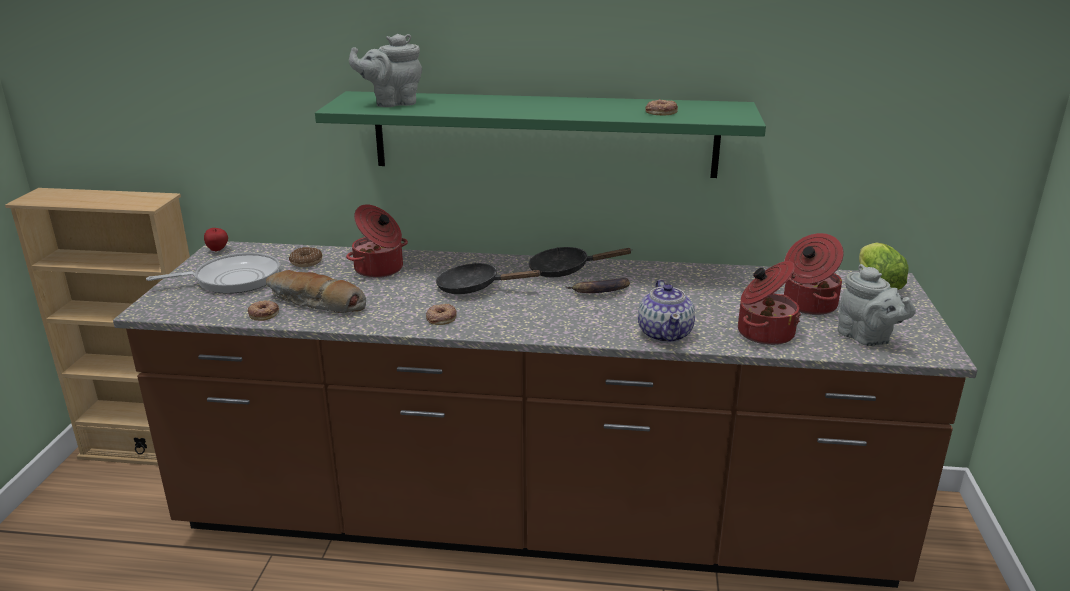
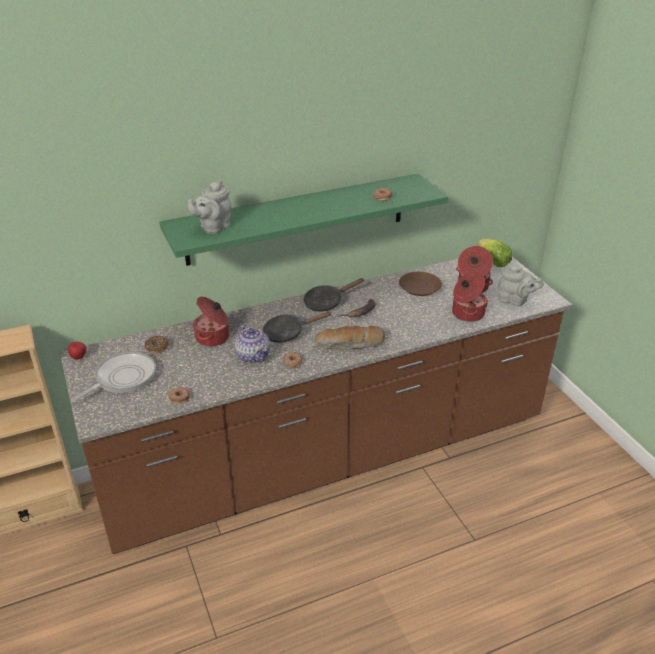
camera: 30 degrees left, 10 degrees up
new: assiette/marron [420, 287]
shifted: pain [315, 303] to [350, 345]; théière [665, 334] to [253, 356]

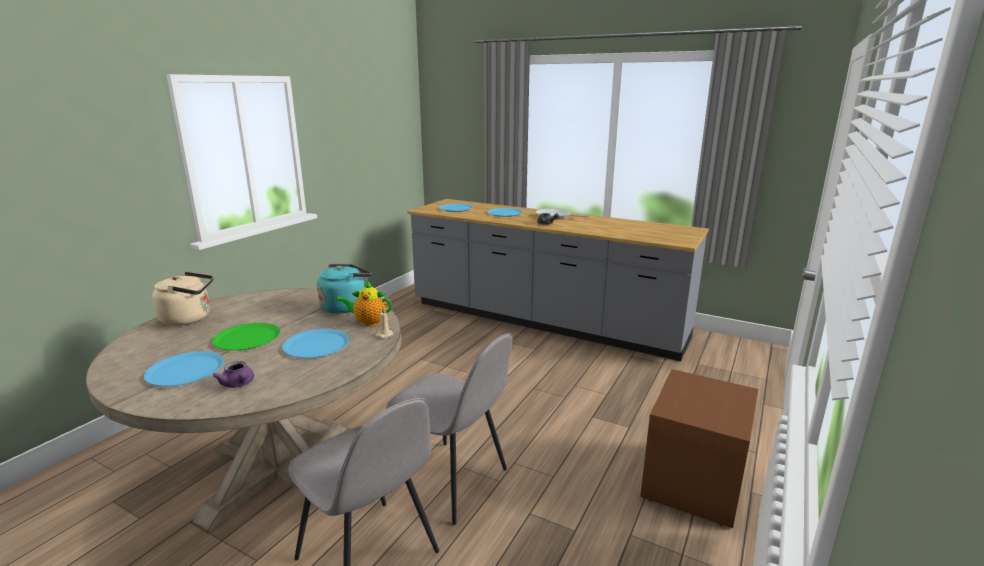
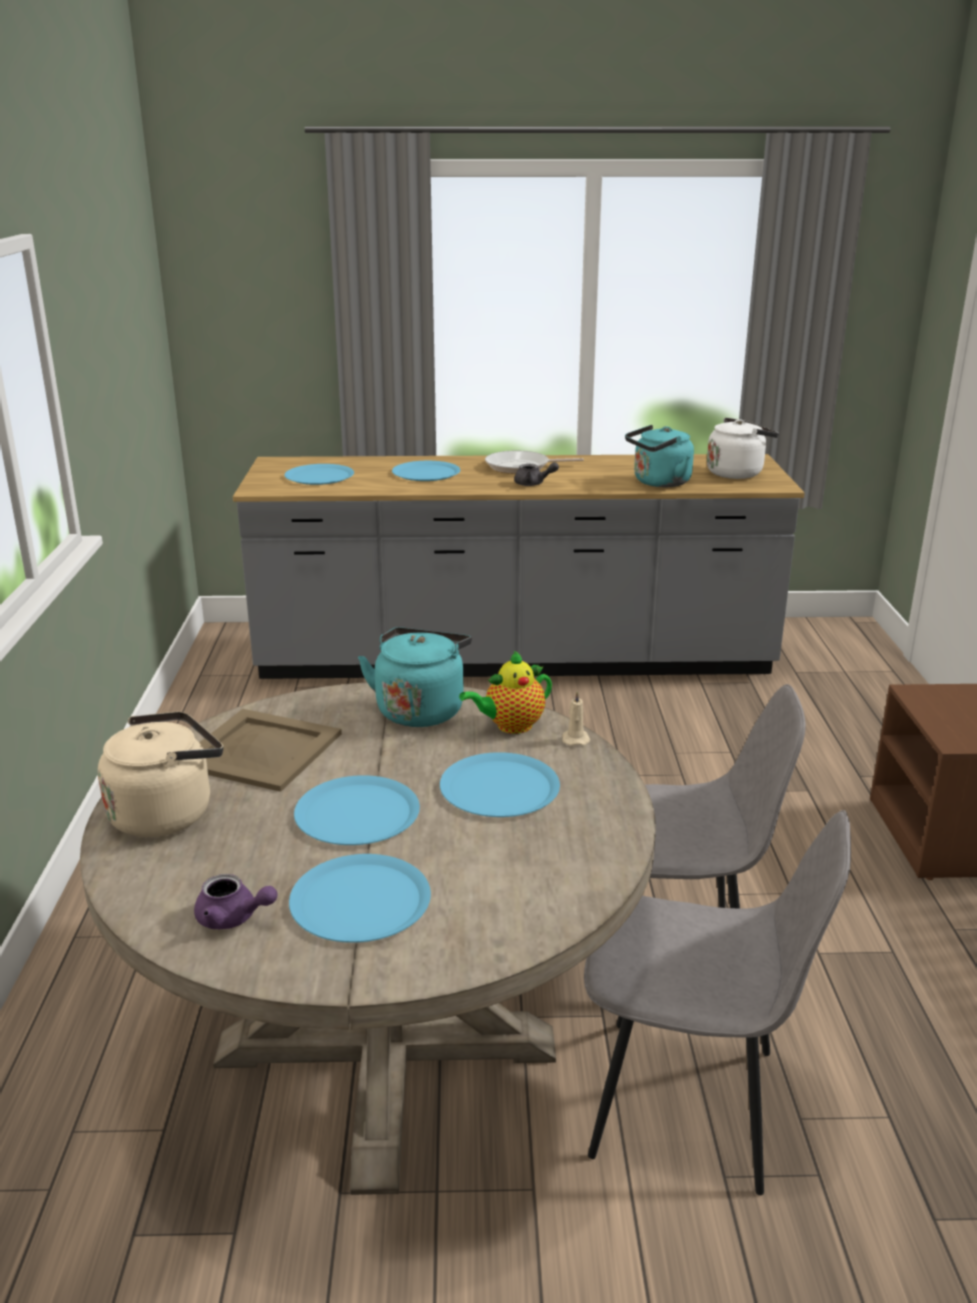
camera: 30 degrees left, 5 degrees up
new: plateau/beige [261, 751]; bouilloire/turquoise [659, 483]; bouilloire/blanc [737, 473]
shifted: théière/violet [238, 384] to [233, 918]
repainted: assiette/vert [247, 338] to assiette/bleu [357, 813]

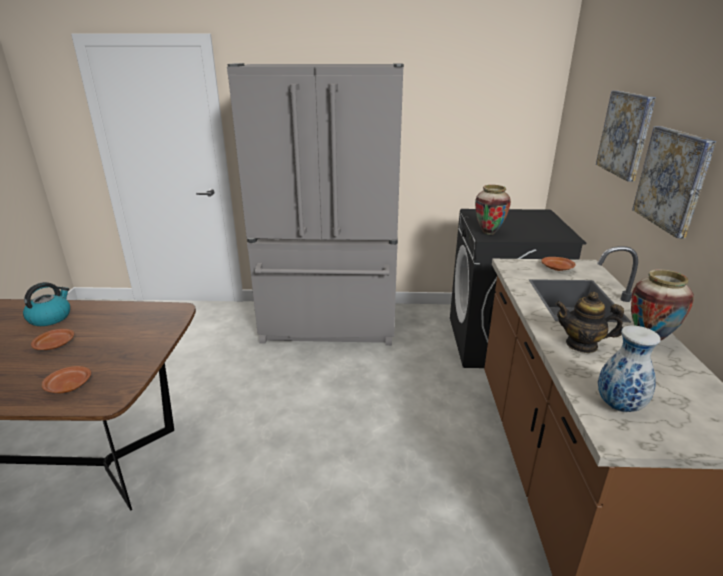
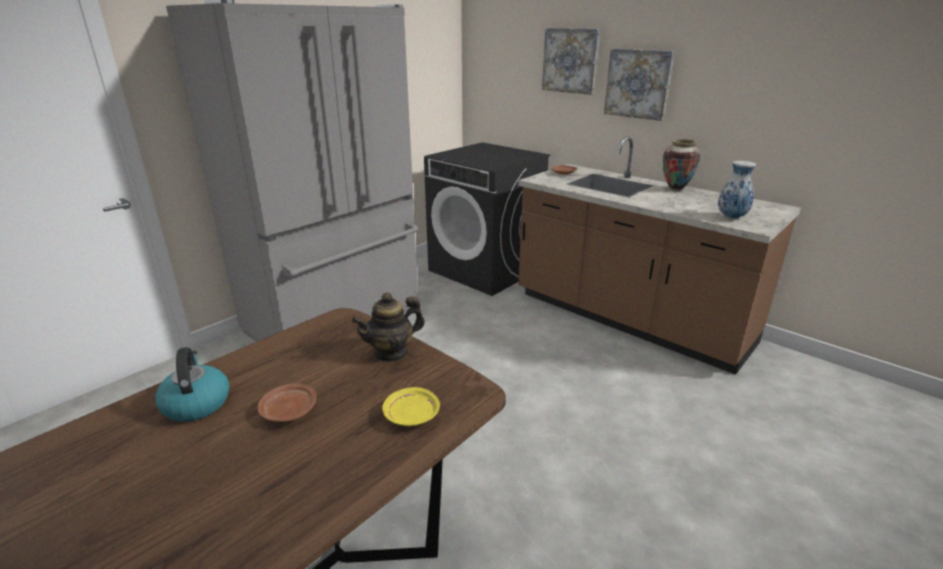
camera: 50 degrees left, 0 degrees up
gone: vase [489, 233]
shifted: théière [582, 345] to [391, 352]
repainted: assiette/marron [68, 386] to assiette/jaune [411, 415]

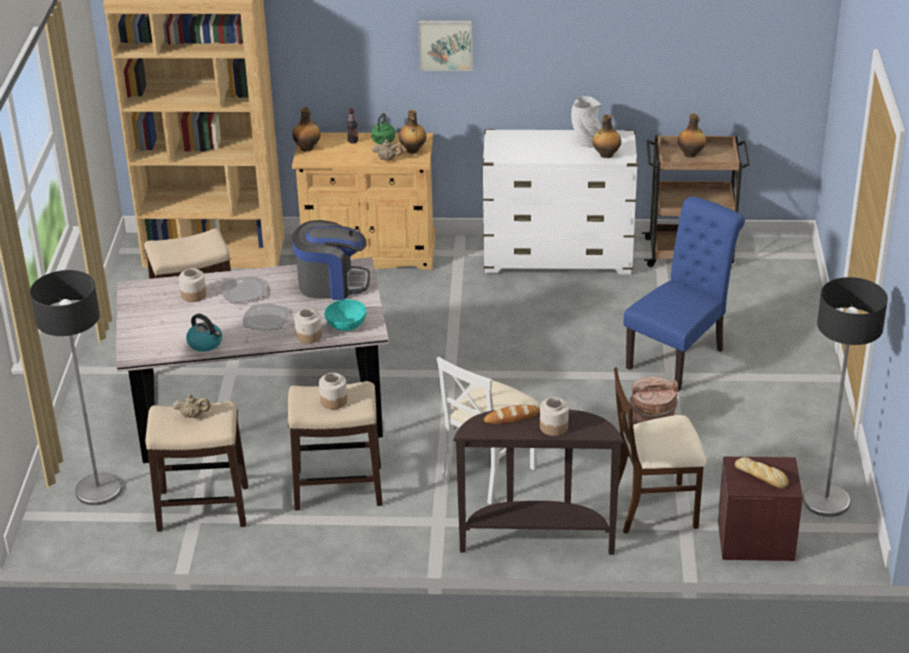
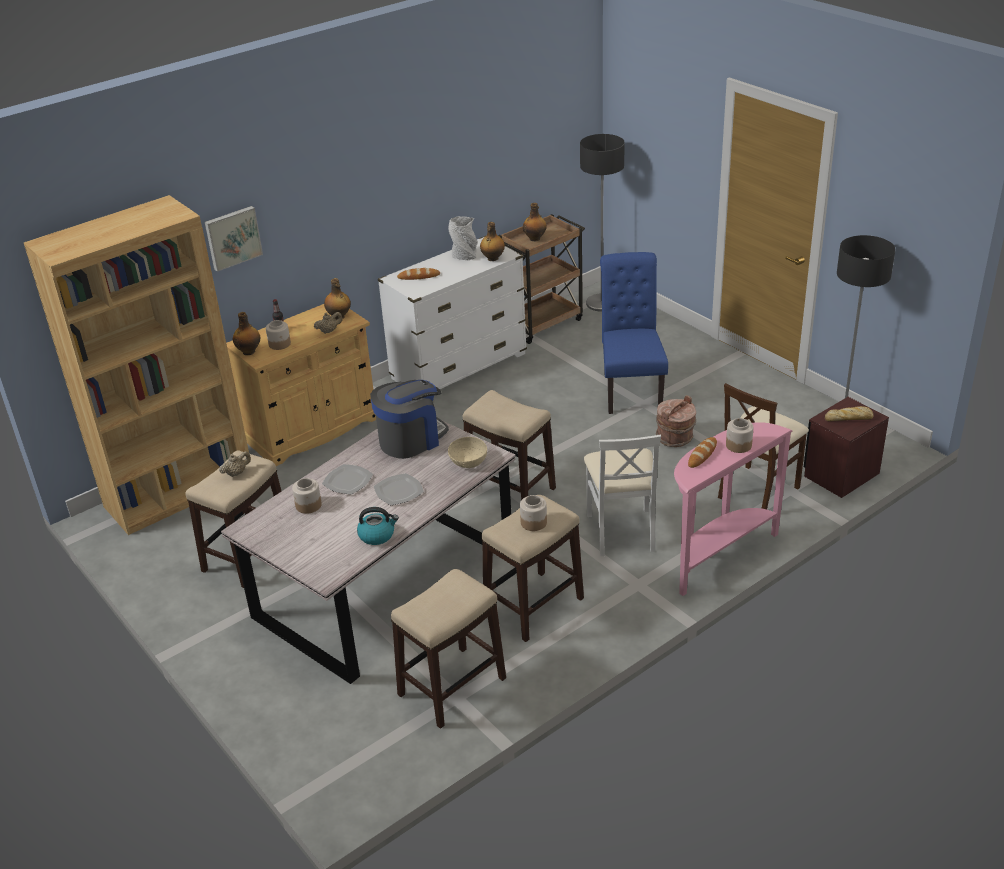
camera: 40 degrees left, 0 degrees up
gone: bouilloire/vert [382, 141]
new: pain [419, 276]; tabouret [511, 490]
shifted: lampadaire [98, 490] to [601, 303]; théière/beige [193, 415] to [236, 473]; bocal [309, 336] to [280, 344]; tableau [446, 44] to [232, 237]
repainted: bol/turquoise [346, 324] to bol/beige [468, 461]; table console/marron [536, 539] to table console/rose [718, 555]

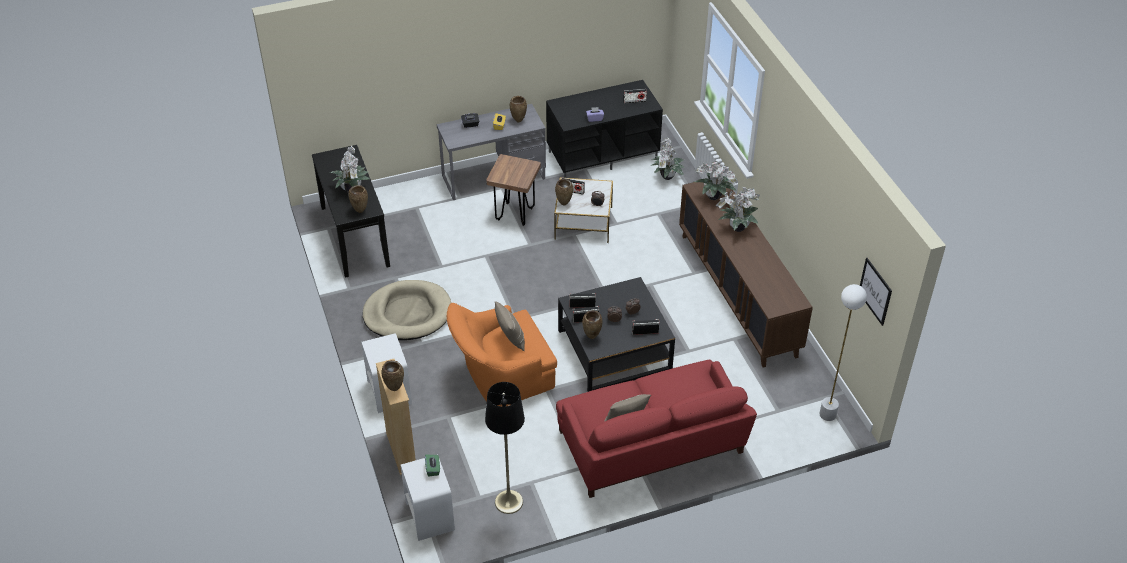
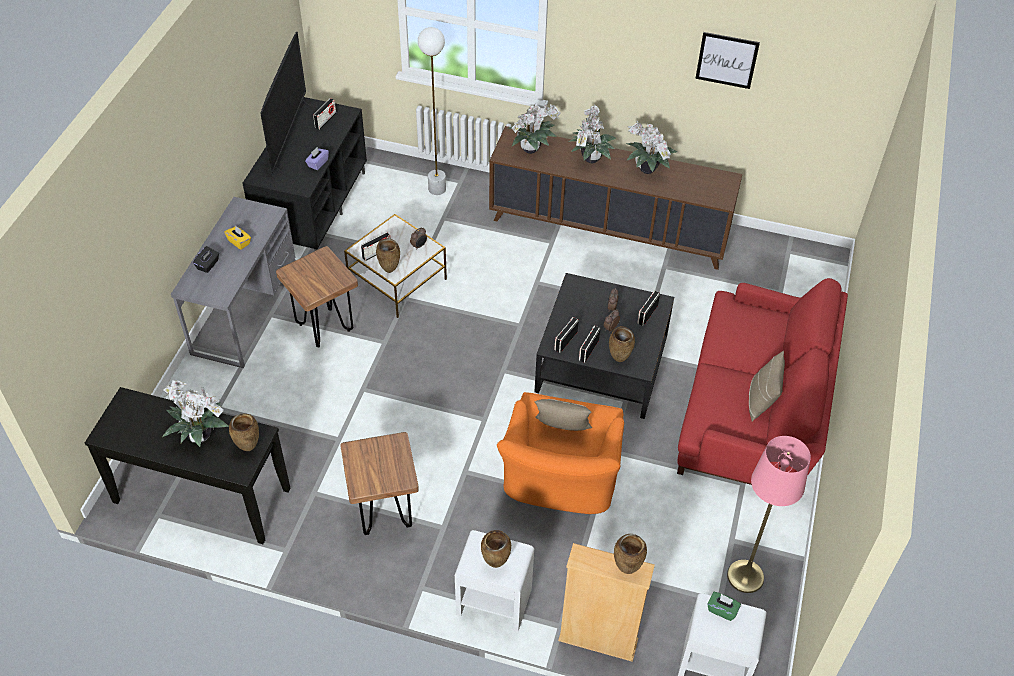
camera: 55 degrees left, 5 degrees up
new: téléviseur [288, 136]
shifted: vase/marron [518, 121] to [495, 564]; plante en pot [666, 177] to [647, 171]; lampadaire/blanc [827, 414] to [437, 189]; tableau [875, 291] to [727, 60]
swapped: panier pour chien/beige [407, 313] to tabouret/marron [384, 513]
repainted: lampadaire/noir [508, 502] to lampadaire/rose [745, 576]

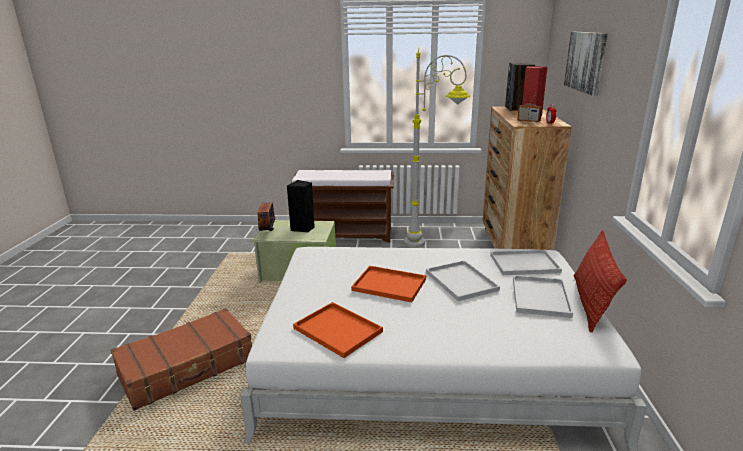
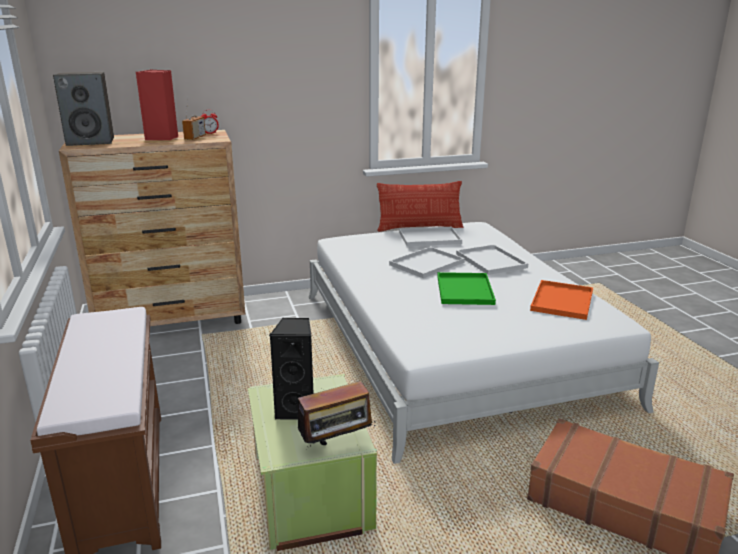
camera: 110 degrees left, 0 degrees up
gone: lampadaire/gris [432, 243]; tableau [586, 61]
shifted: plateau/blanc [525, 263] to [489, 260]
repainted: plateau/orange [391, 284] to plateau/vert [463, 289]

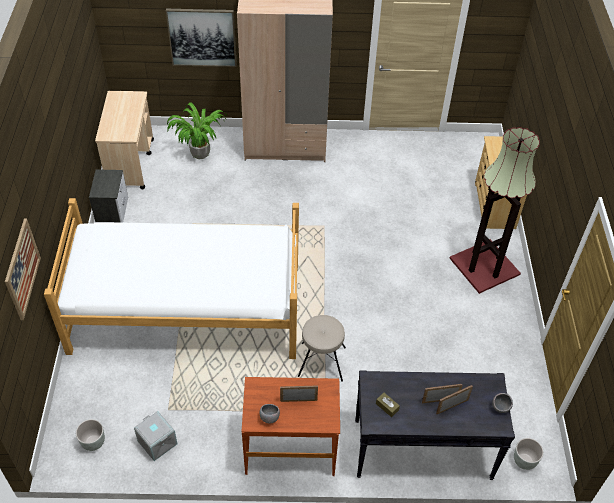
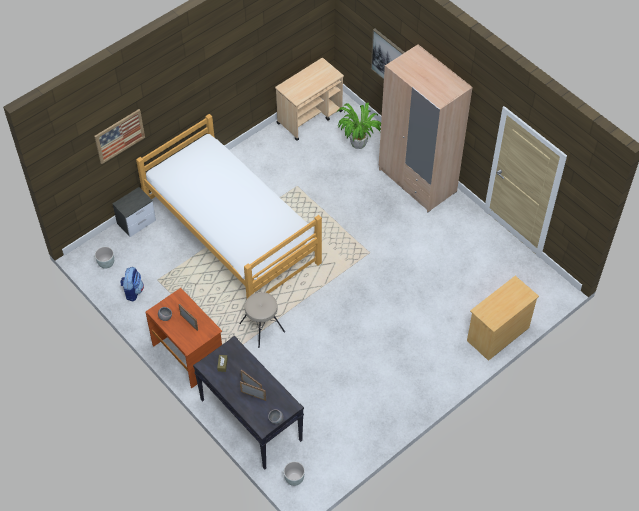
camera: 50 degrees right, 5 degrees up
gone: lampadaire [485, 266]
shifted: table de chevet [112, 210] to [137, 222]
swapped: boîte de rangement/gris [156, 443] to sac à dos [133, 291]

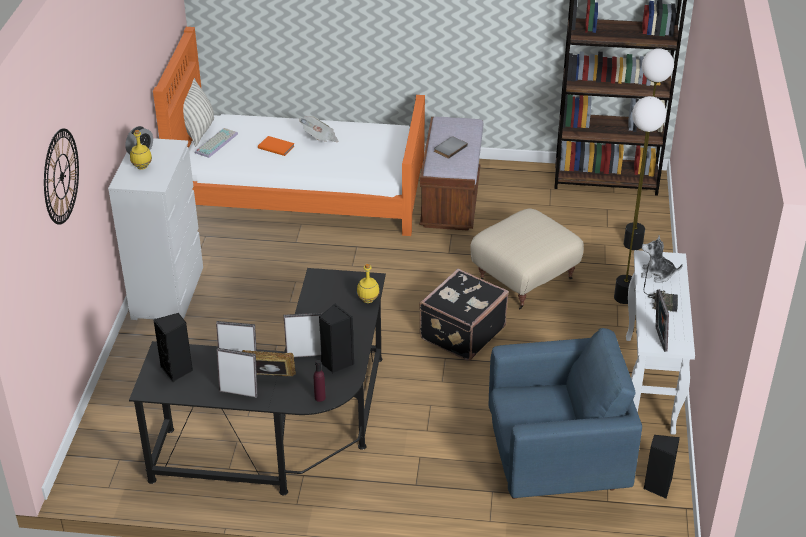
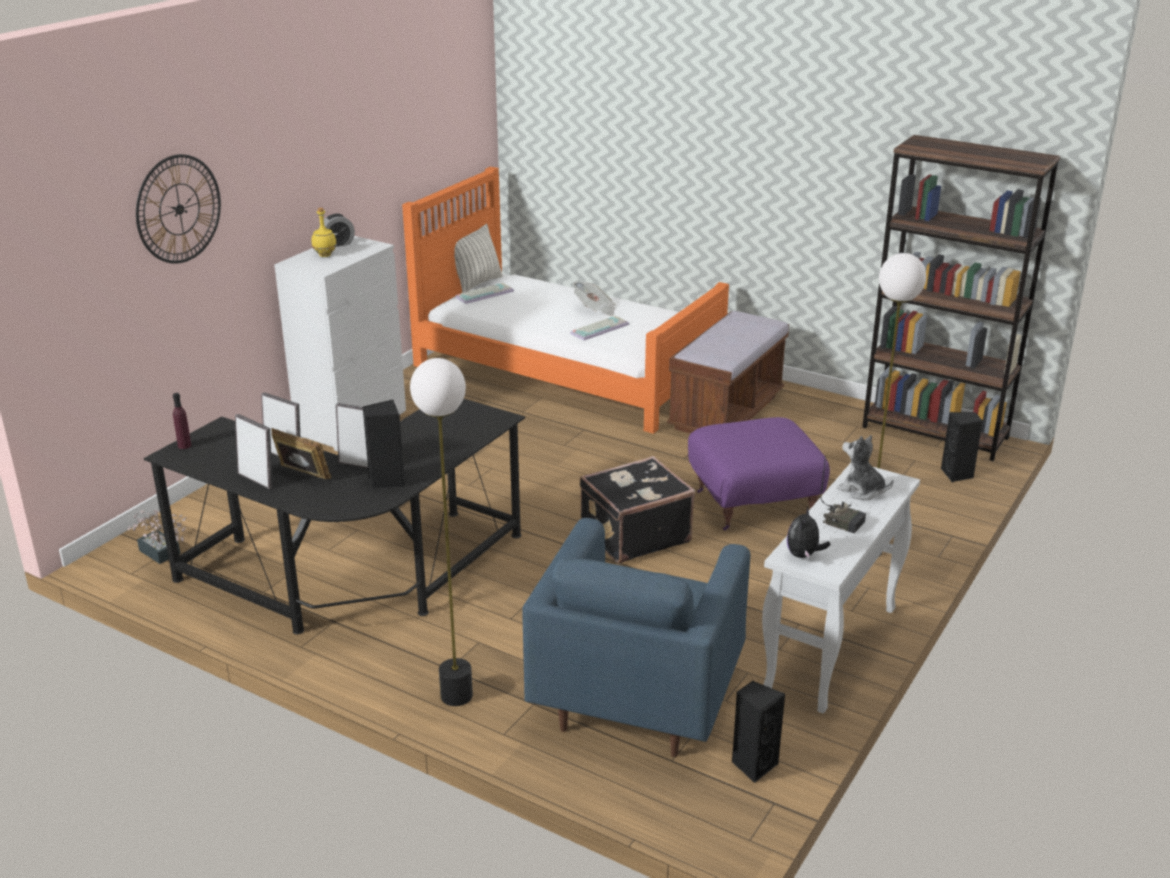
camera: 25 degrees right, 10 degrees down
gone: livre/orange [276, 147]; bouteille/jaune [368, 300]; livre/gris [449, 148]
new: plante en pot [162, 554]; clavier [599, 328]
shifted: enceinte/noir [177, 370] to [957, 475]; bouteille/violet [320, 397] to [184, 445]; lampadaire [632, 244] to [456, 695]
swapped: cadre photo [658, 339] to peluche [804, 555]
repainted: pouf/beige [525, 280] to pouf/violet [755, 504]
rotated: fauteuil/bleu [555, 463] = [637, 698] 90 degrees clockwise

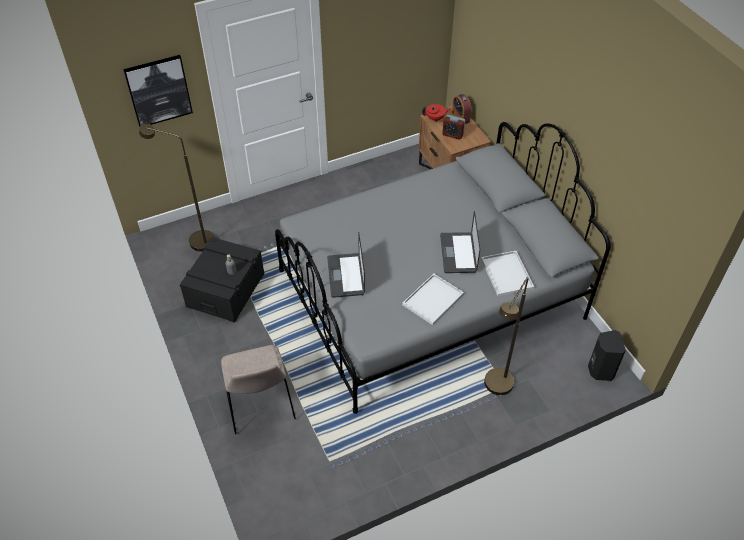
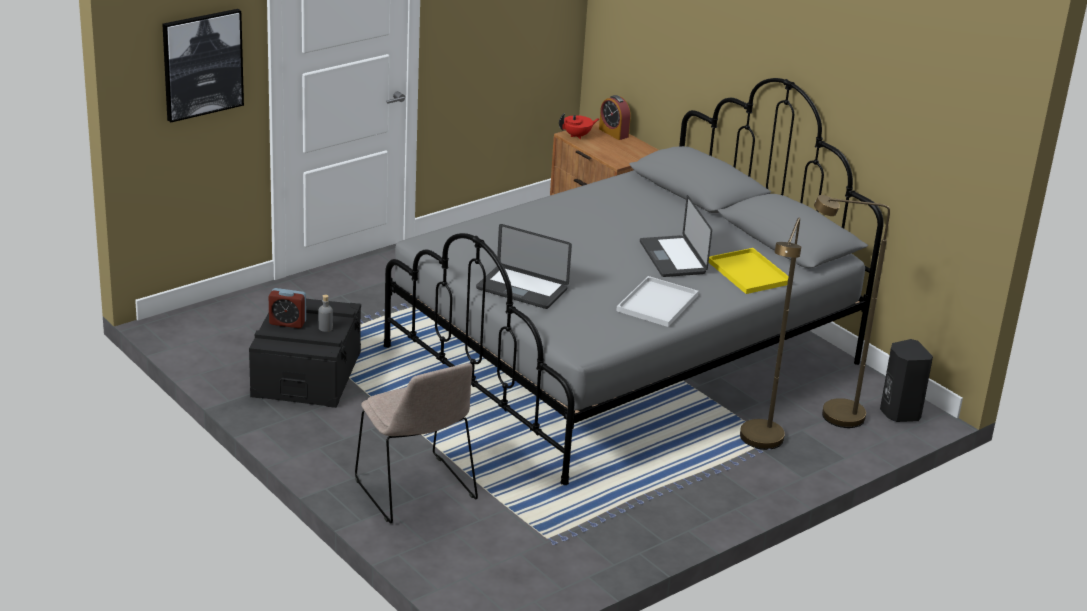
camera: 15 degrees left, 20 degrees down
shifted: lampadaire/marron [195, 241] to [830, 415]; réveil [452, 134] to [287, 323]
repainted: plateau/blanc [506, 273] to plateau/jaune [747, 272]
rotated: ordinateur portable [345, 276] = [522, 289] 45 degrees counterclockwise

